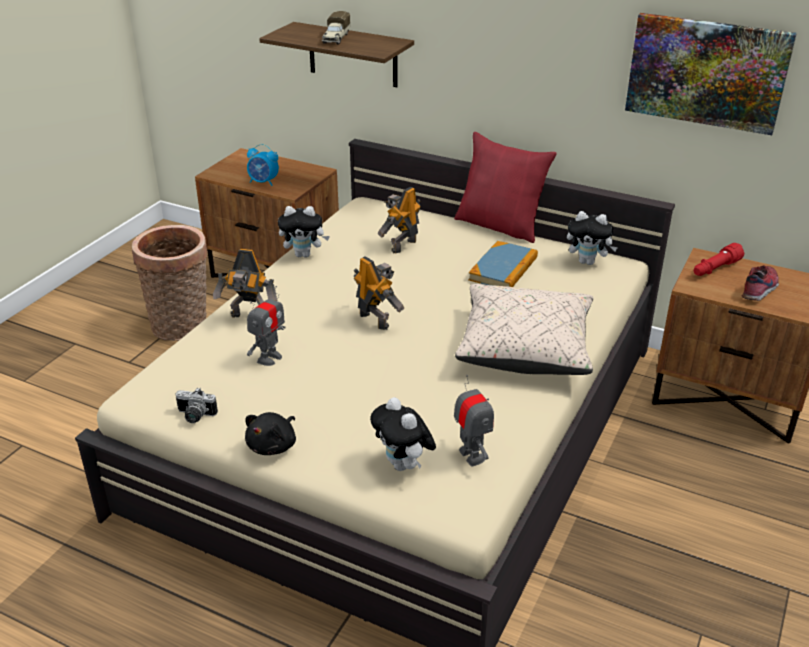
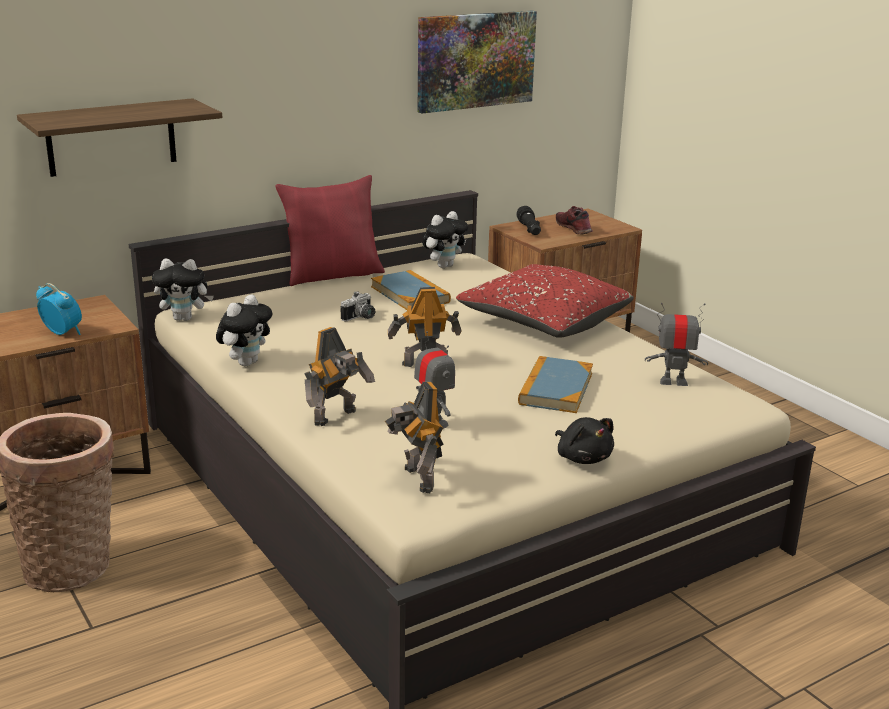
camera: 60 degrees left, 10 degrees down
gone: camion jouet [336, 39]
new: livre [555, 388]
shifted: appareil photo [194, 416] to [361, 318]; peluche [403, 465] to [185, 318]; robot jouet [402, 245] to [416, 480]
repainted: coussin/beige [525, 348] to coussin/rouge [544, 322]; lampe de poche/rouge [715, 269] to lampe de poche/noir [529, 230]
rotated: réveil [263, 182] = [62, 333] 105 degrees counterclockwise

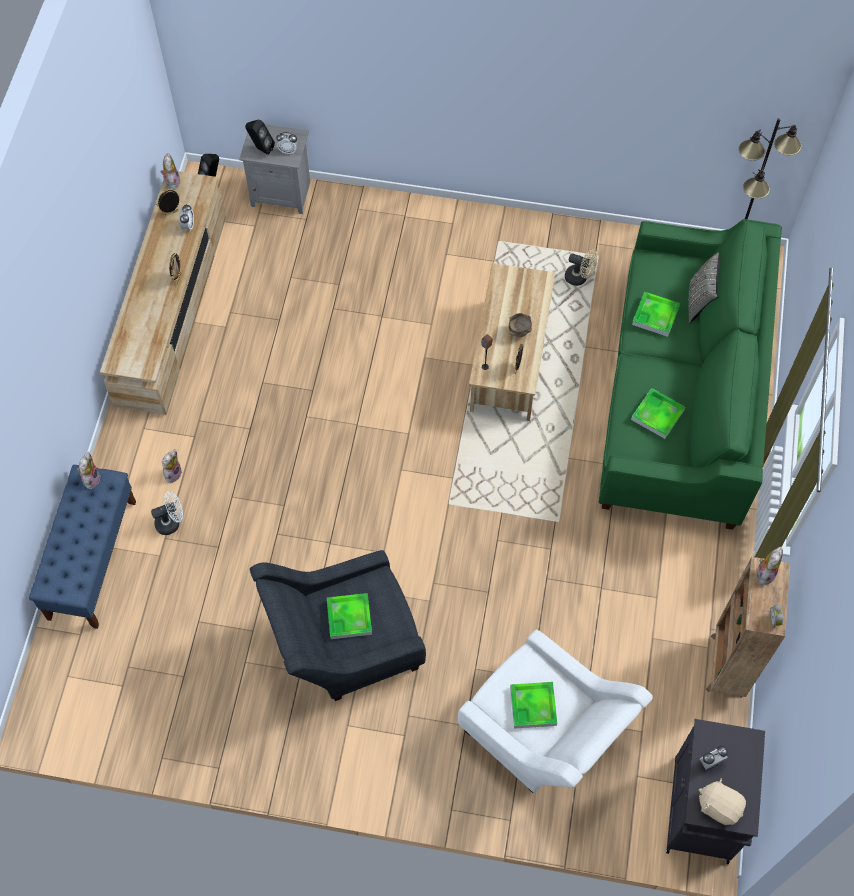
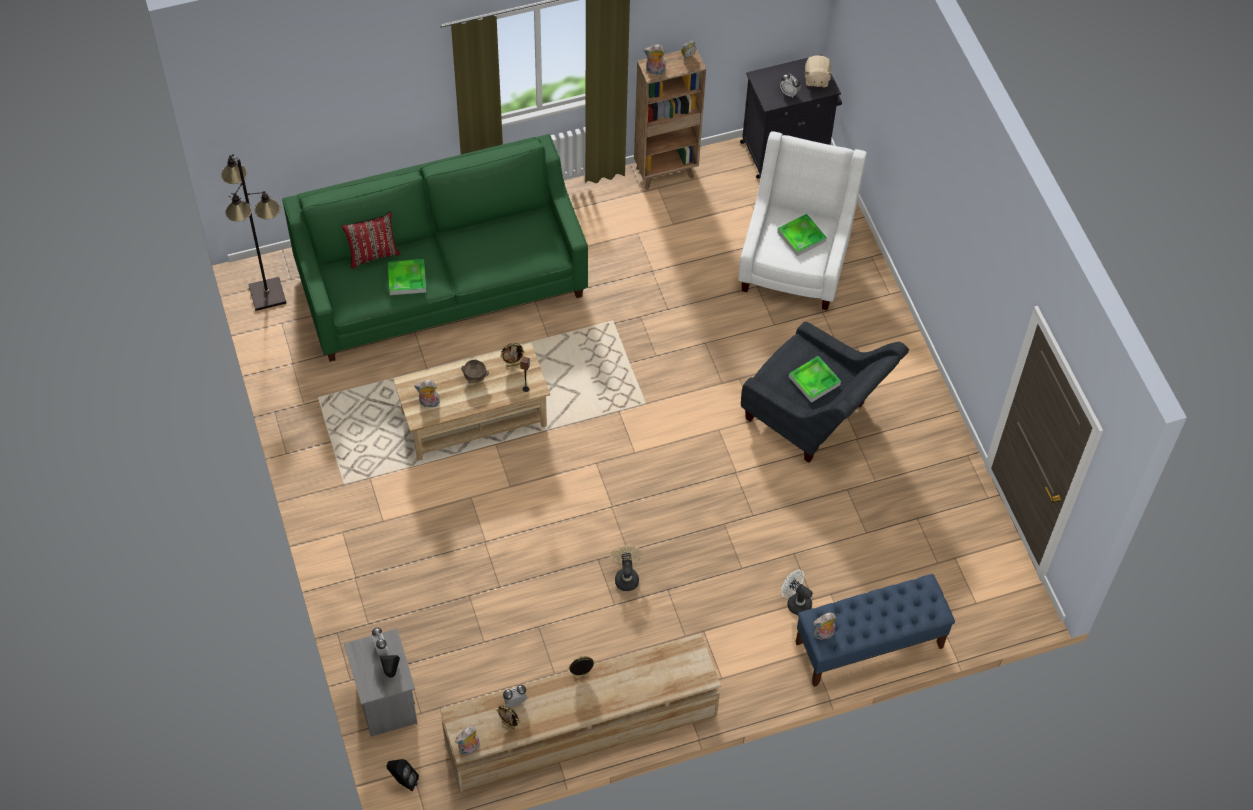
camera: 120 degrees left, 5 degrees down
gone: plateau [657, 415]
shifted: peluche [172, 473] to [428, 403]; ventilateur/beige [579, 278] to [626, 576]
repainted: coussin/gris [700, 302] to coussin/rouge [372, 254]

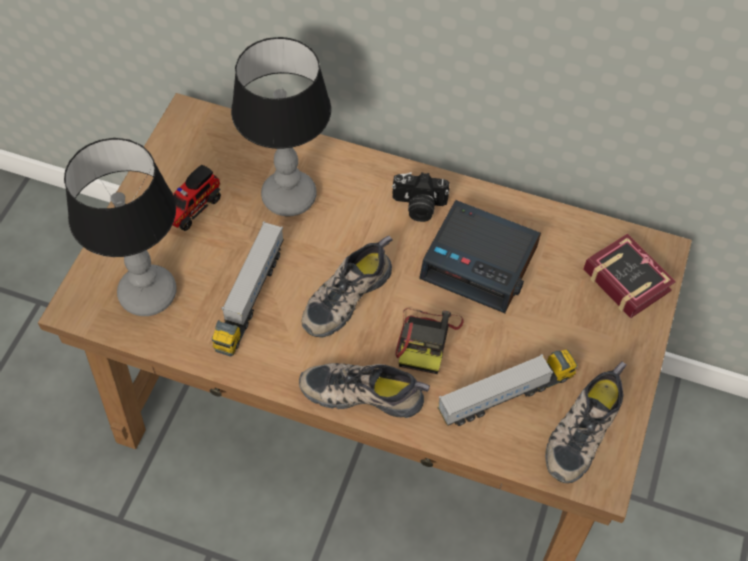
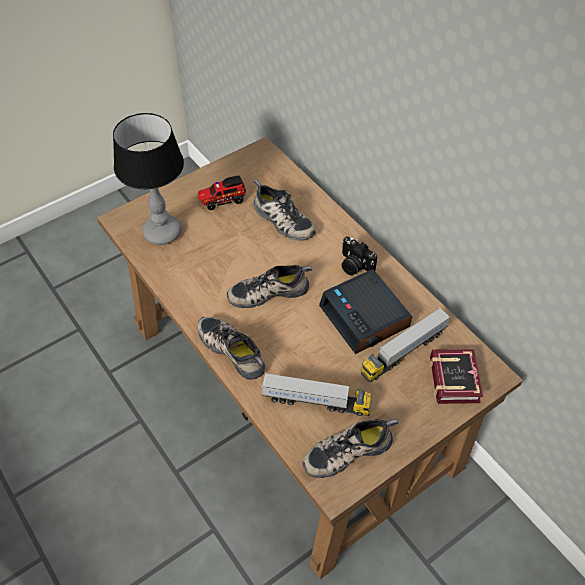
camera: 35 degrees right, 5 degrees down
gone: appareil photo [426, 339]
shifted: camion jouet [250, 297] to [403, 352]
swapped: lampe de table [288, 196] to chaussure [281, 220]

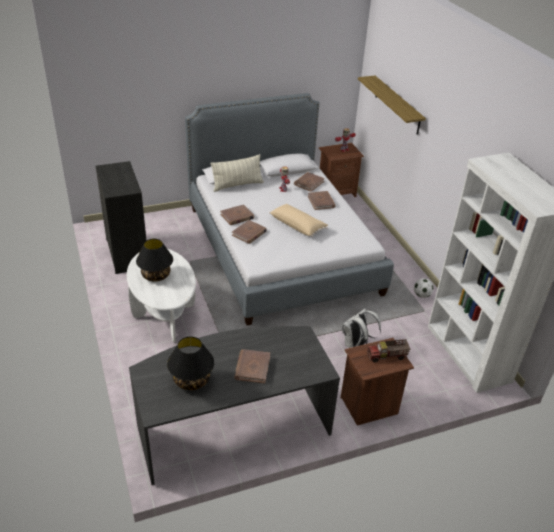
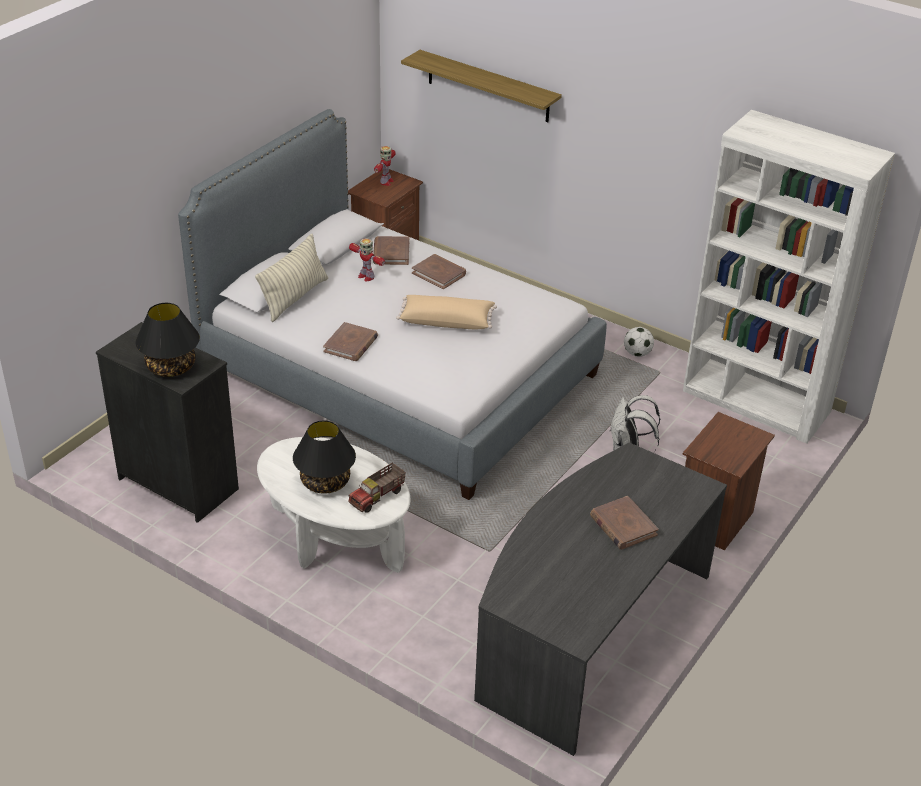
camera: 35 degrees left, 0 degrees up
gone: livre/marron [249, 233]
shifted: lampe de table/noir [191, 380] to [170, 367]; camion jouet [387, 356] to [378, 497]

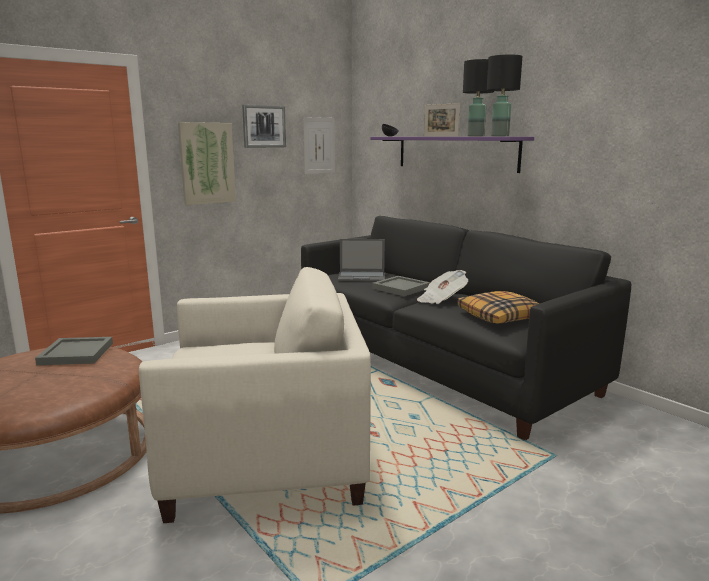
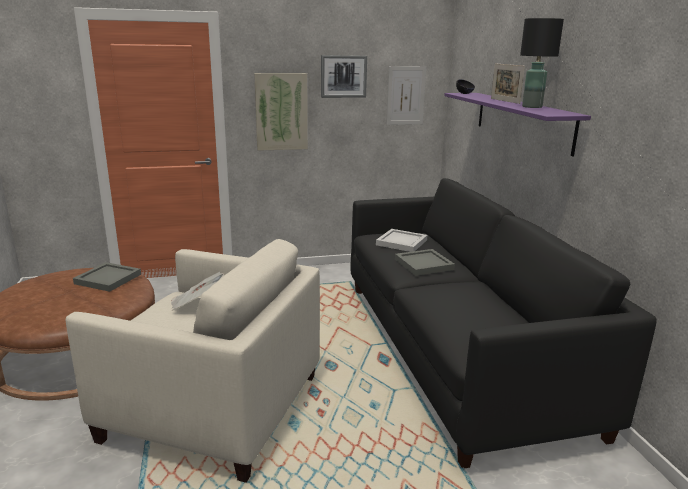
camera: 25 degrees right, 5 degrees up
gone: coussin [500, 317]; lampe de table/noir [500, 136]
shifted: journal [441, 300] to [196, 304]
swapped: ordinateur portable [362, 276] to plateau/blanc [402, 242]

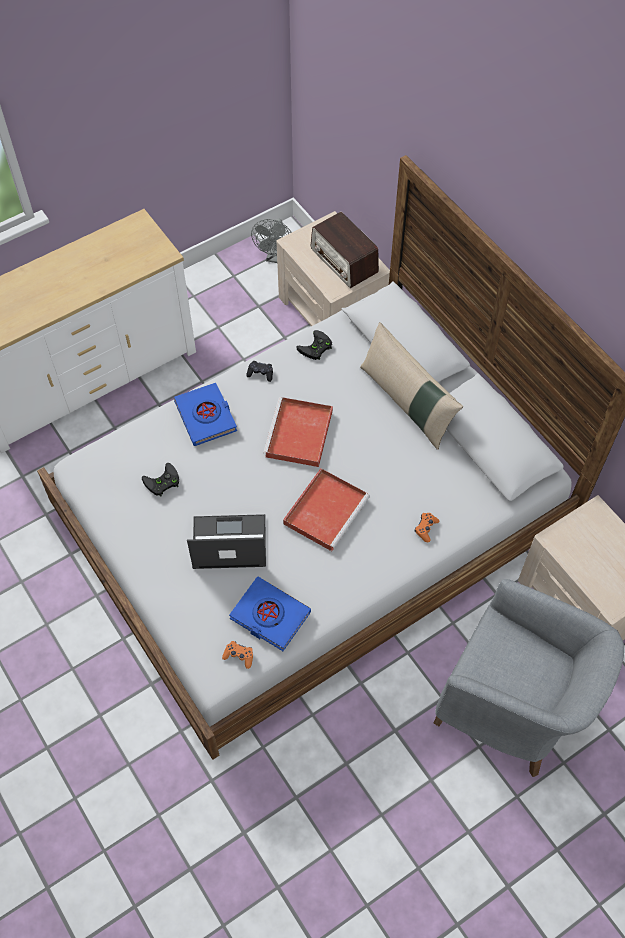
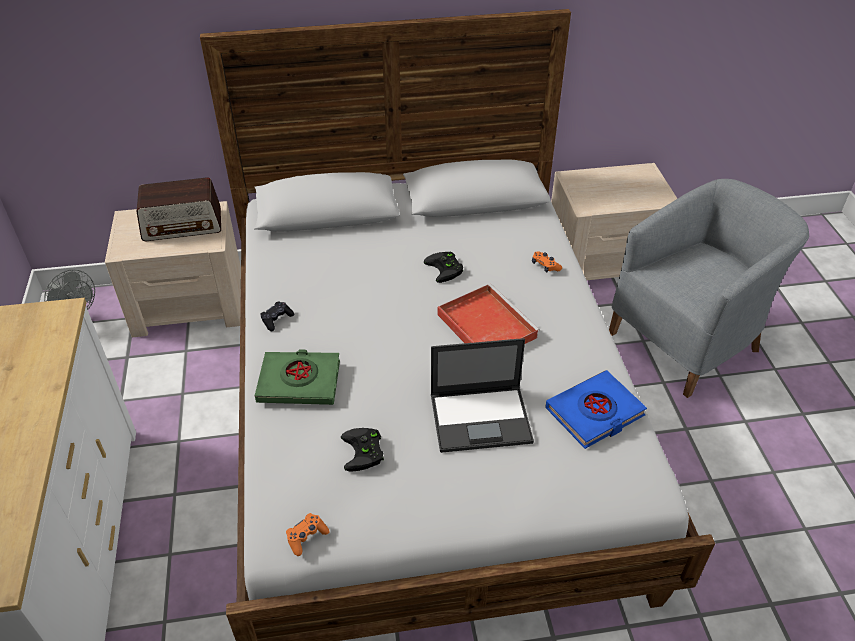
camera: 65 degrees left, 15 degrees down
gone: plateau/rouge [299, 435]; coussin/beige [407, 403]
shifted: manette/orange [239, 656] to [306, 537]; manette/noir [315, 348] to [446, 269]
repainted: livre/bleu [206, 417] to livre/vert [299, 382]
rotated: ordinateur portable [228, 542] = [482, 418] 120 degrees counterclockwise

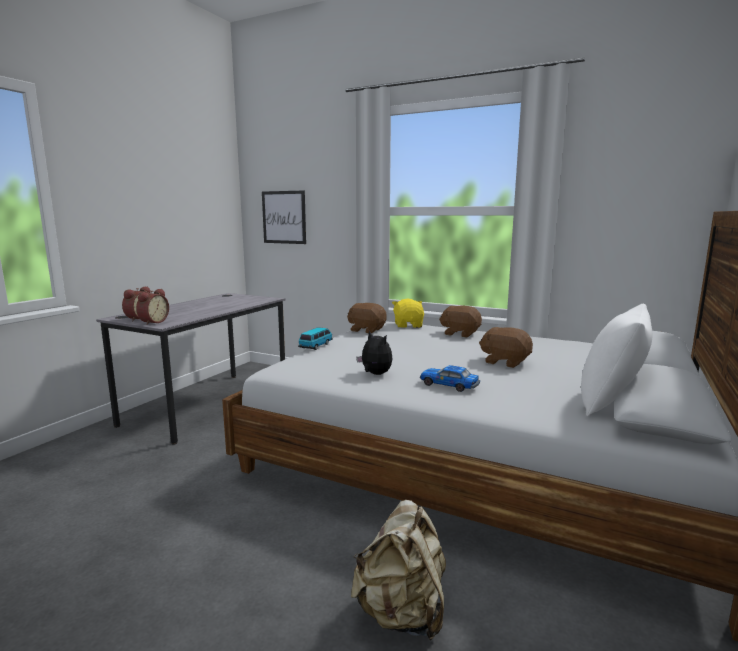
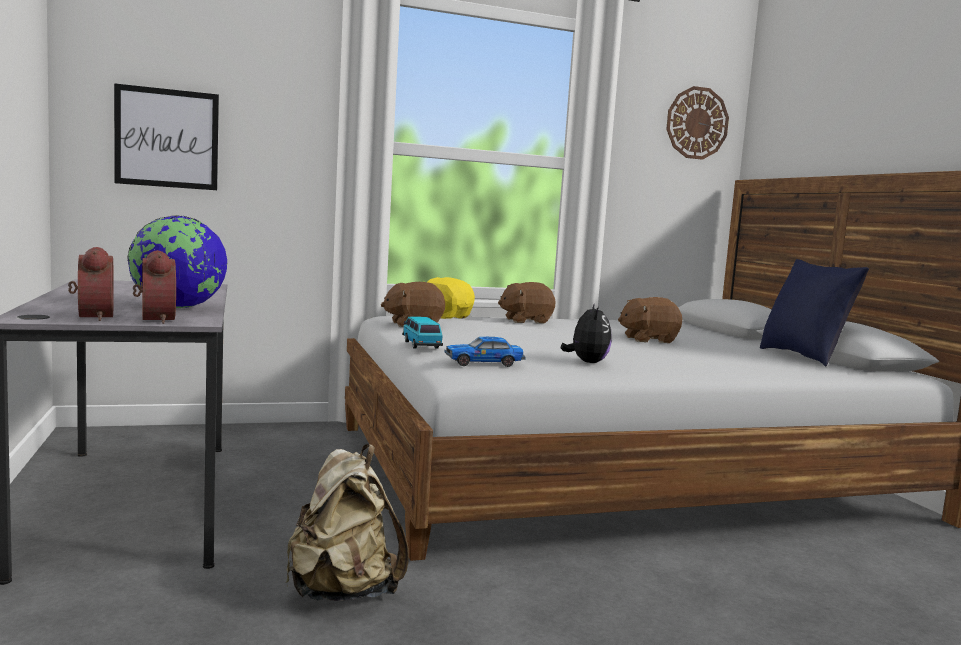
camera: 45 degrees left, 5 degrees down
new: globe [177, 308]; horloge murale [697, 123]
shifted: sac à dos/beige [402, 613] to [342, 591]; petite voiture [449, 385] to [484, 363]
repainted: coussin/blanc [610, 403] to coussin/bleu [804, 357]
rotated: peluche [375, 374] = [587, 362] 90 degrees clockwise

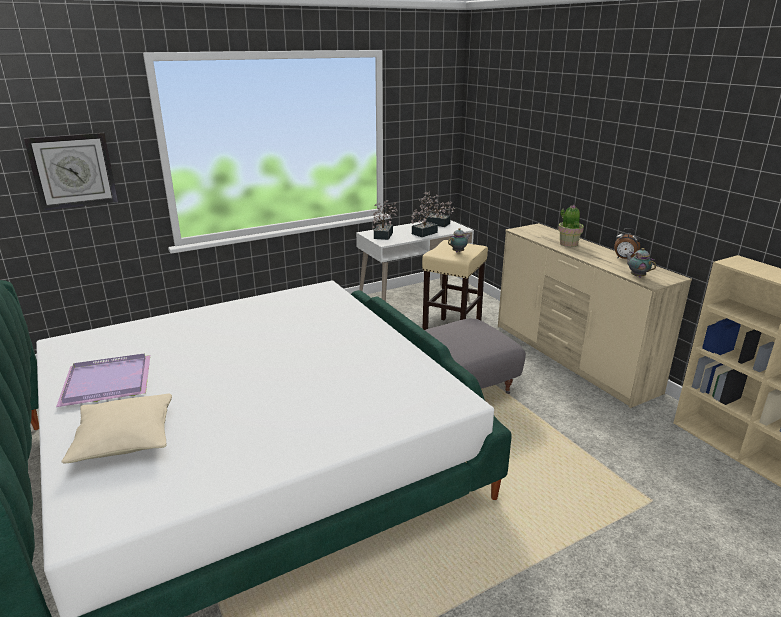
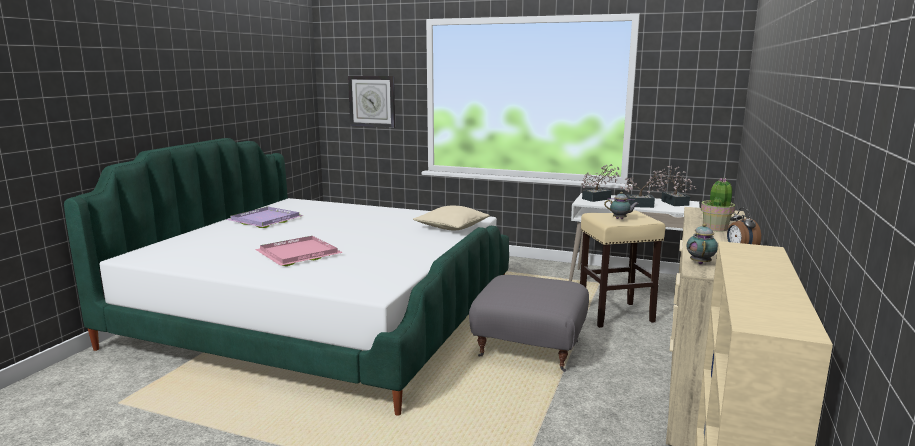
camera: 50 degrees right, 10 degrees down
new: plateau/rose [298, 254]
shifted: coussin/beige [124, 439] to [452, 227]

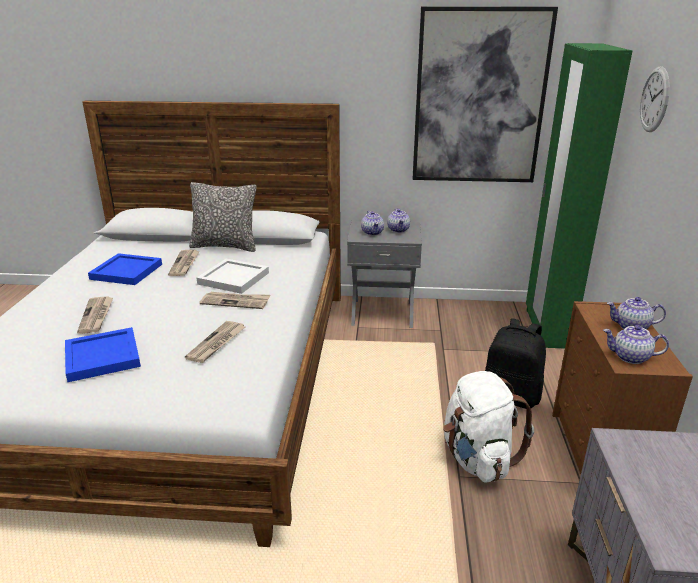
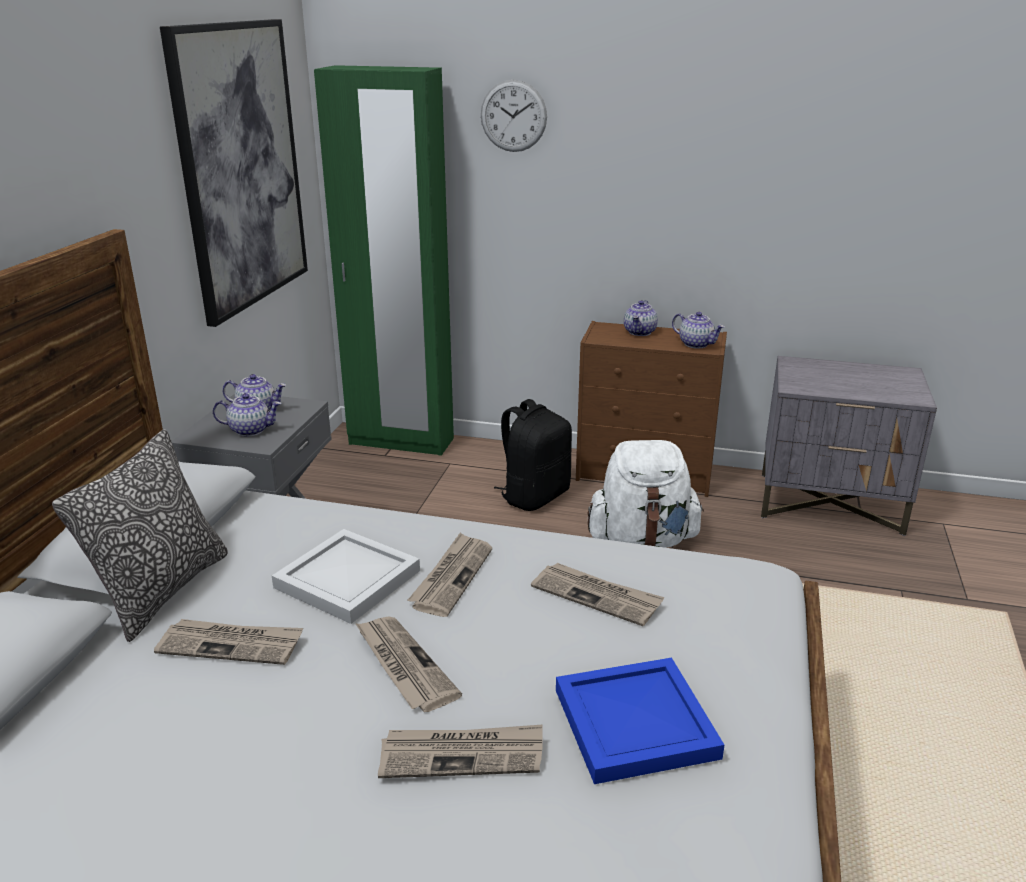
camera: 80 degrees left, 0 degrees up
gone: plateau/bleu [126, 271]
new: journal [403, 665]
rotated: théière [630, 357] = [696, 344] 75 degrees counterclockwise

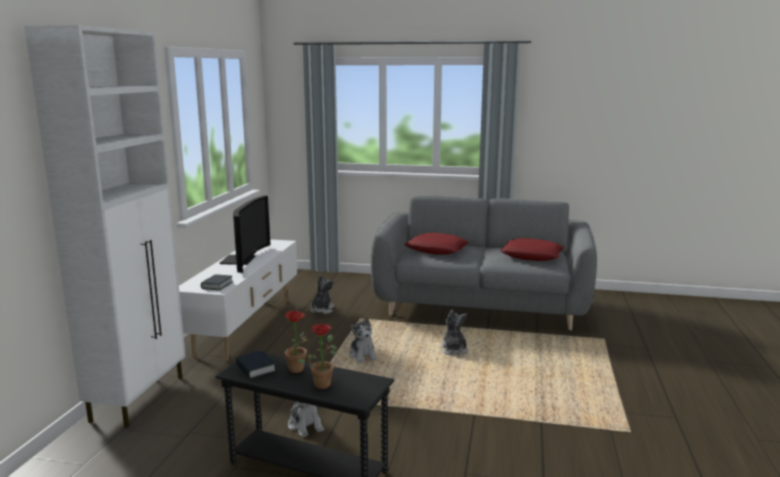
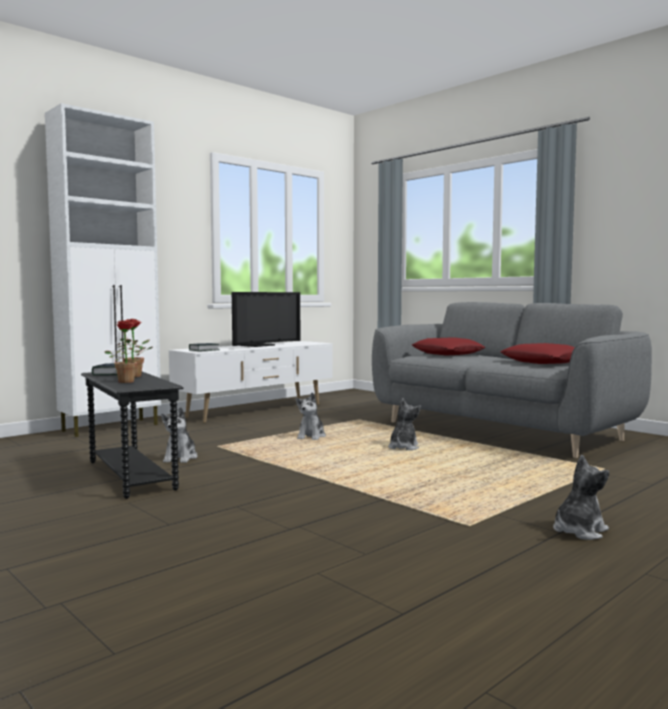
camera: 35 degrees right, 10 degrees down
shifted: peluche [322, 310] to [578, 531]

